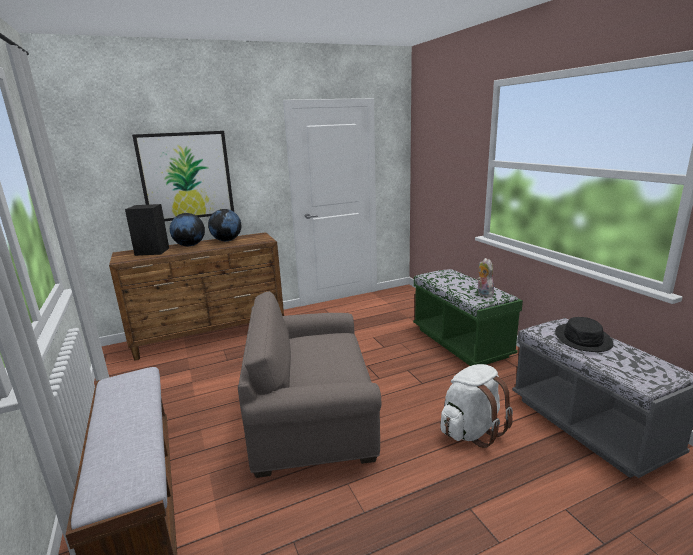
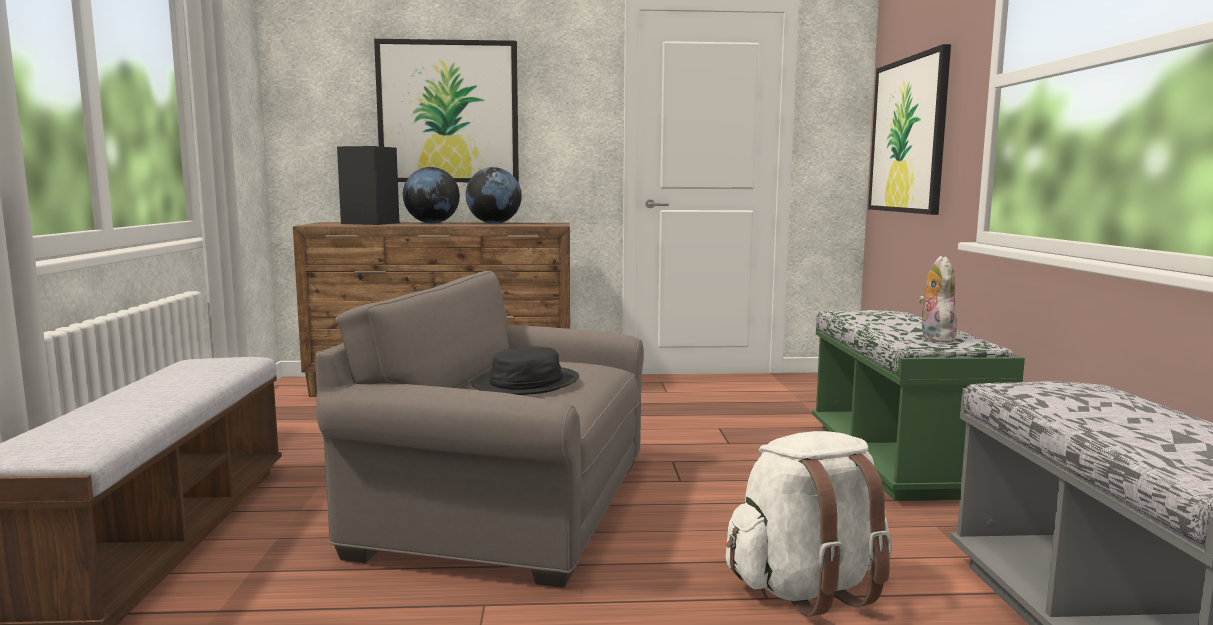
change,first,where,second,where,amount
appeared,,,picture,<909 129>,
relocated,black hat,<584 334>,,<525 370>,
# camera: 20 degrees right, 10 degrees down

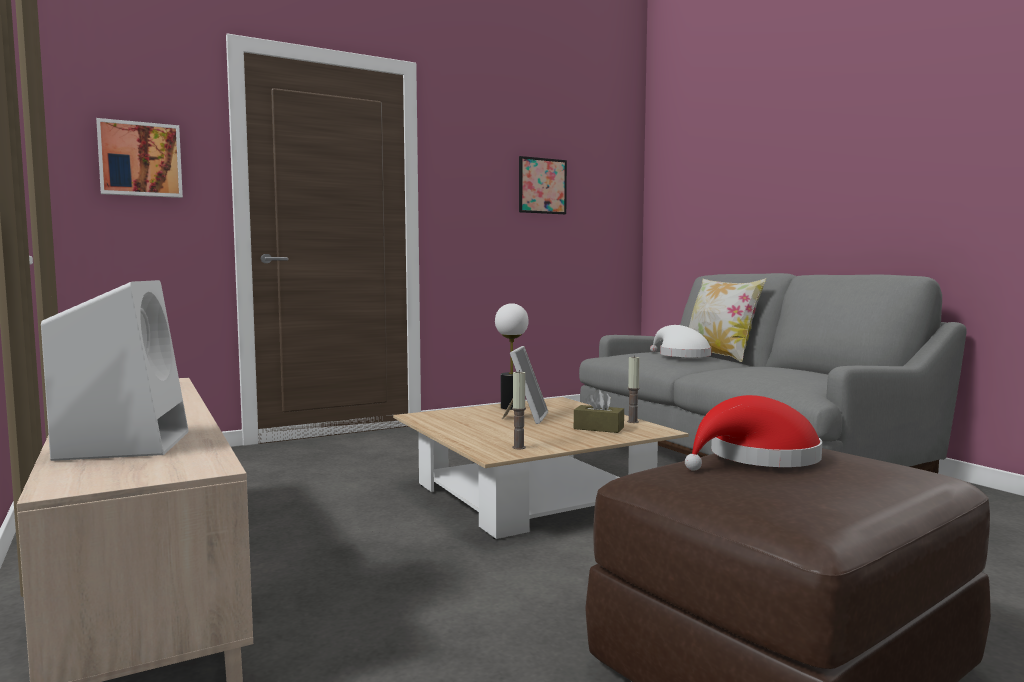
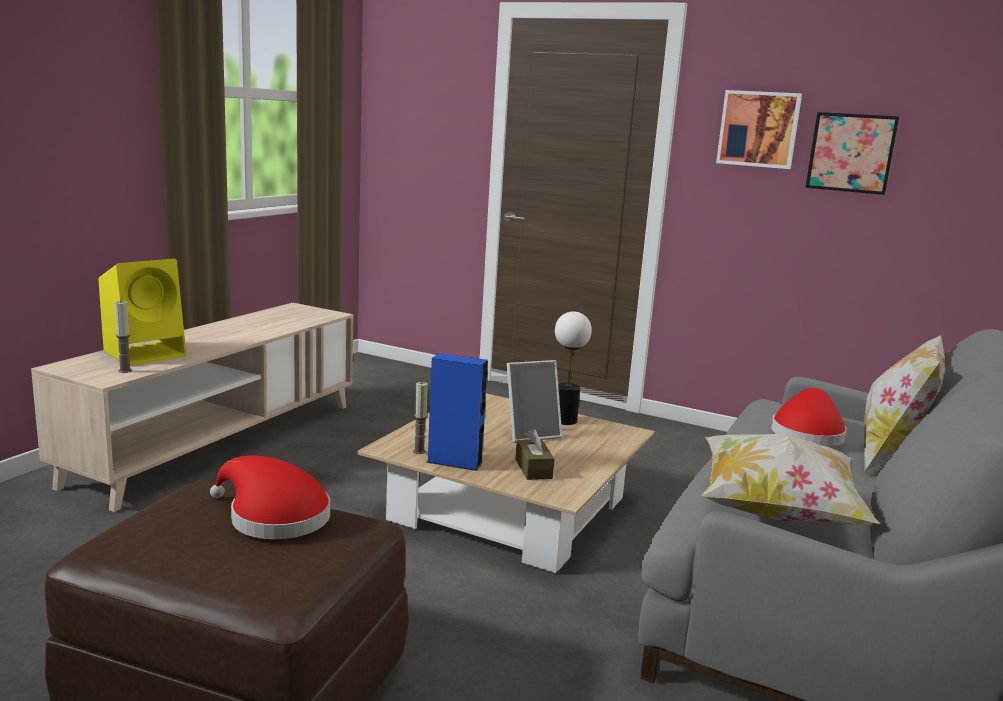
change,first,where,second,where,amount
appeared,,,blue speaker,<457 412>,
appeared,,,pillow,<791 479>,
relocated,picture,<139 158>,,<759 129>,
relocated,candle,<633 389>,,<123 336>,
colour,white speaker,<115 370>,yellow speaker,<142 312>,
colour,white hat,<680 341>,red hat,<809 417>,
# camera: 55 degrees right, 10 degrees up

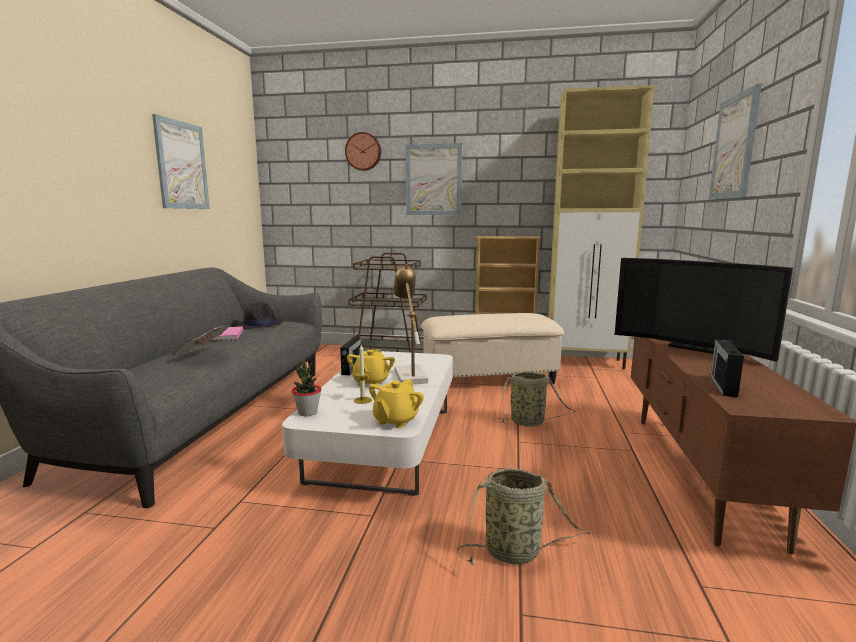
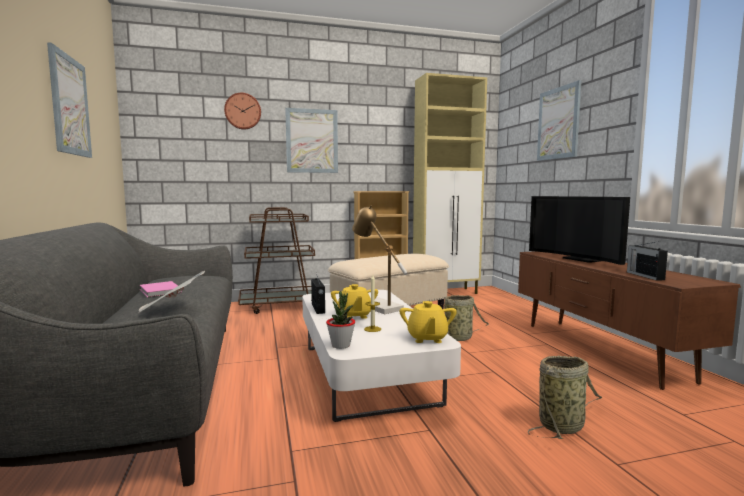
change,first,where,second,where,amount
missing,black hat,<260 315>,,,
spun,television,<704 310>,,<579 230>,45 degrees clockwise
# camera: 25 degrees left, 5 degrees down

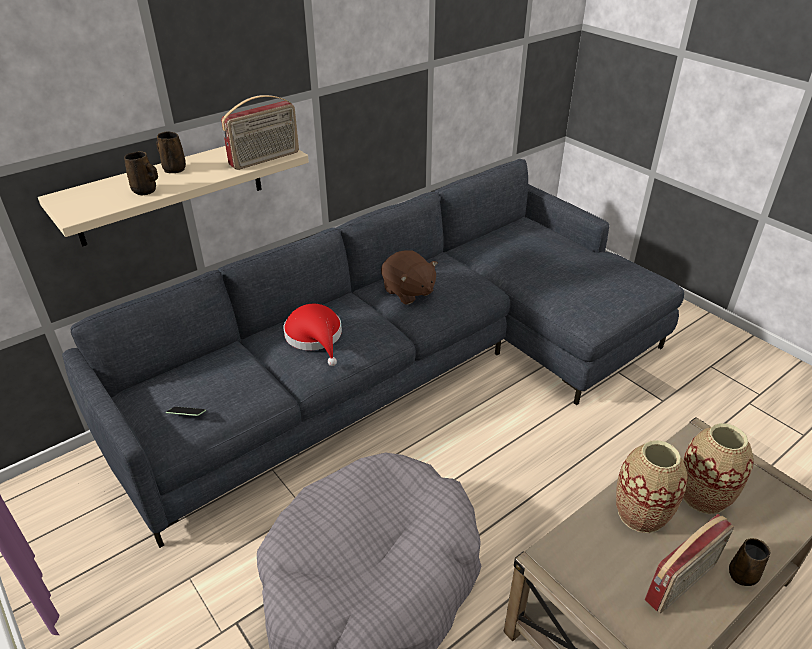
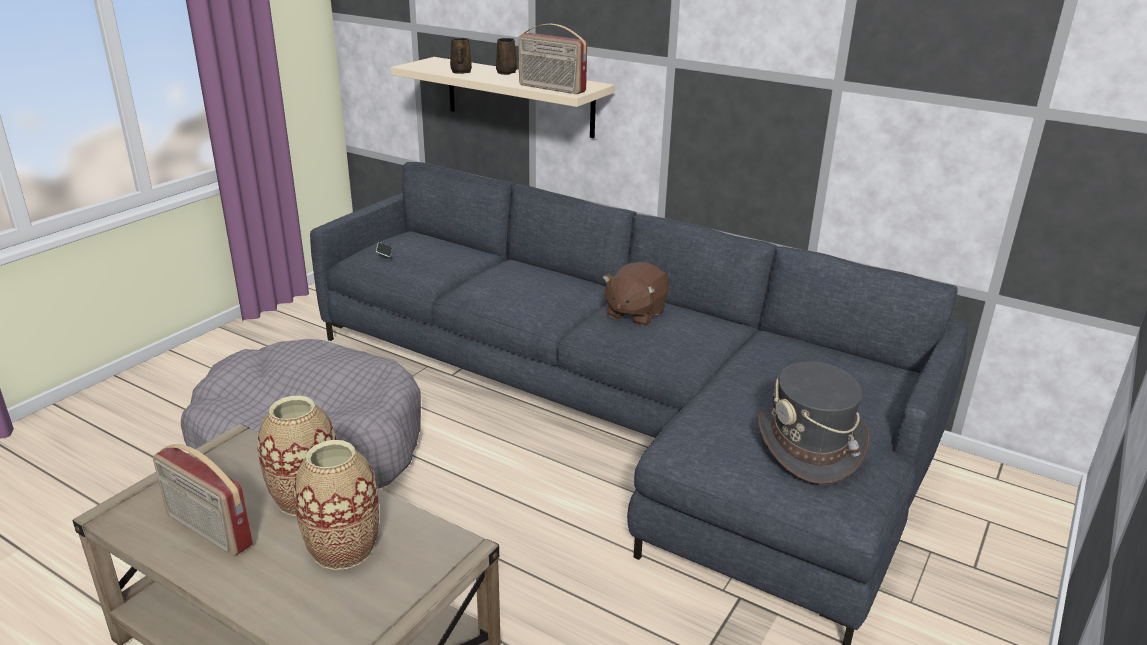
change,first,where,second,where,amount
missing,red hat,<312 335>,,,
missing,brown mug,<749 562>,,,
appeared,,,grey hat,<813 422>,
# camera: 70 degrees right, 10 degrees down

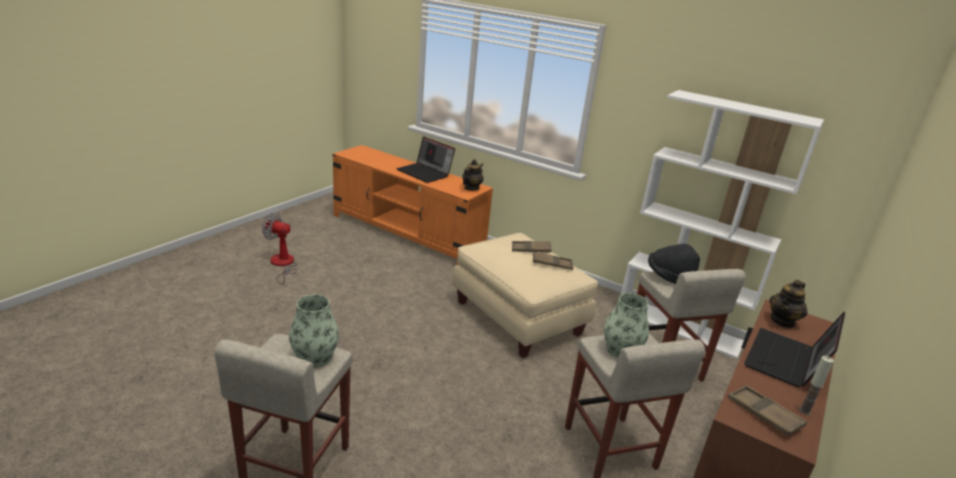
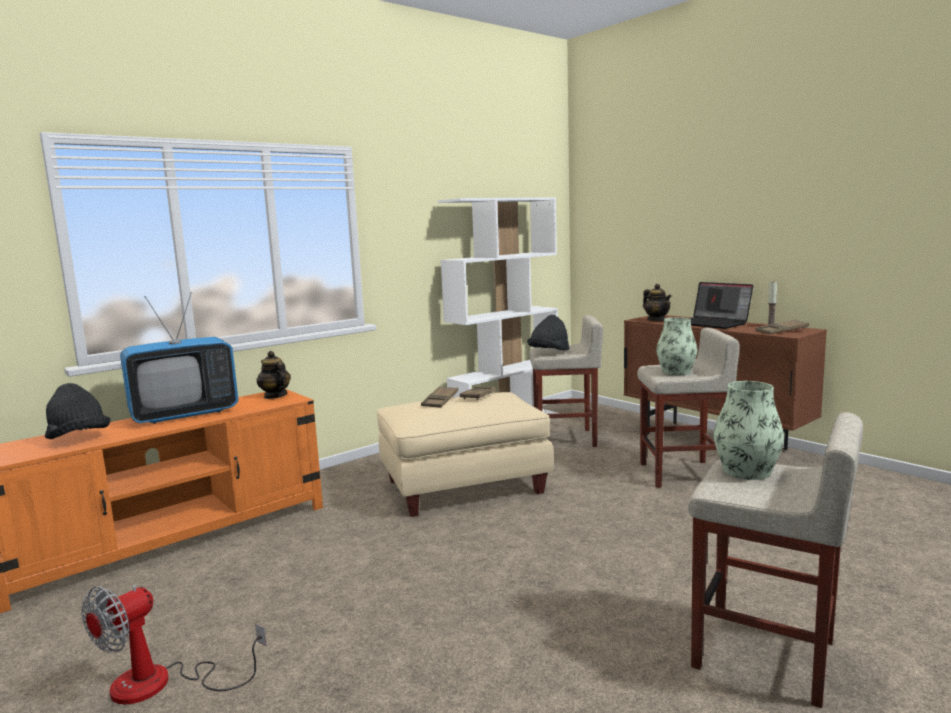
change,first,where,second,where,amount
appeared,,,black hat,<78 411>,
exchanged,laptop,<425 159>,television,<179 358>,
# camera: 70 degrees left, 15 degrees down

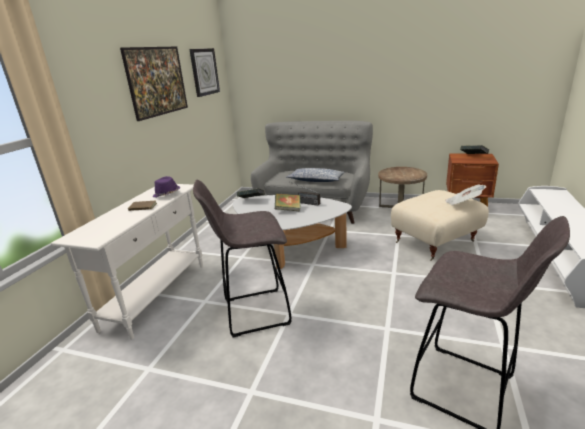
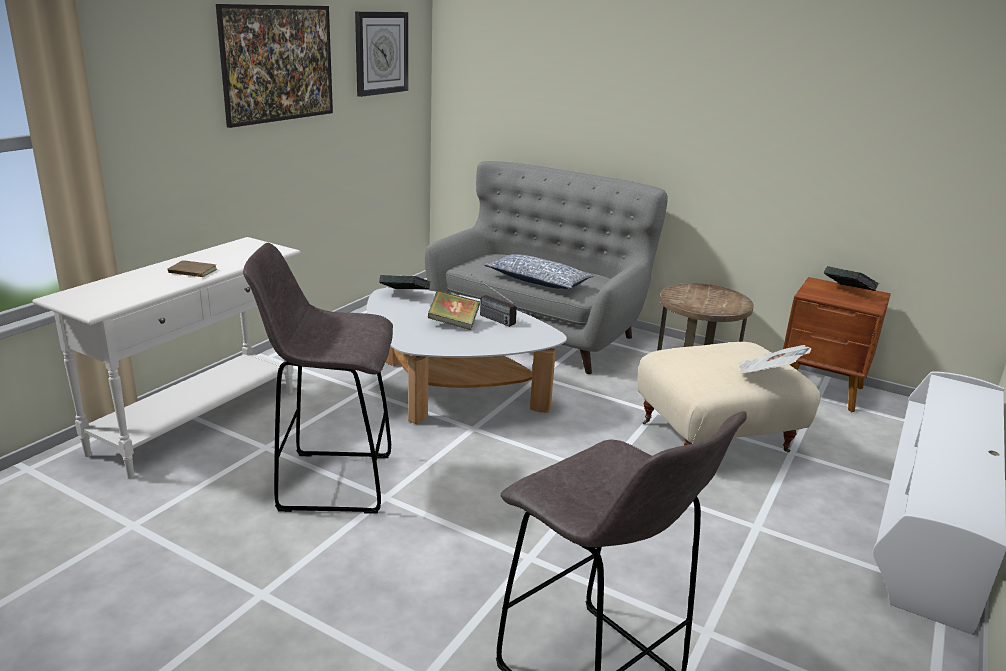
change,first,where,second,where,amount
missing,purple hat,<166 187>,,,
# camera: 10 degrees right, 0 degrees up

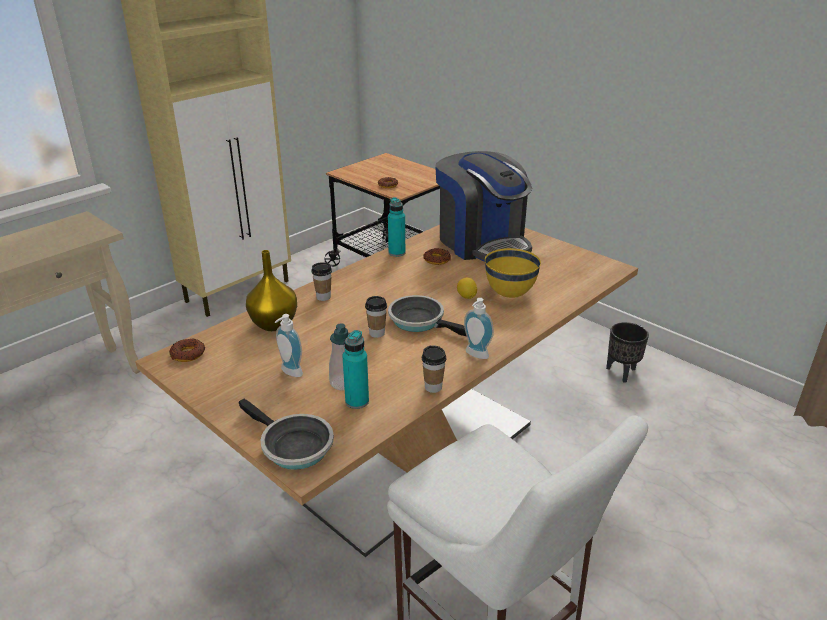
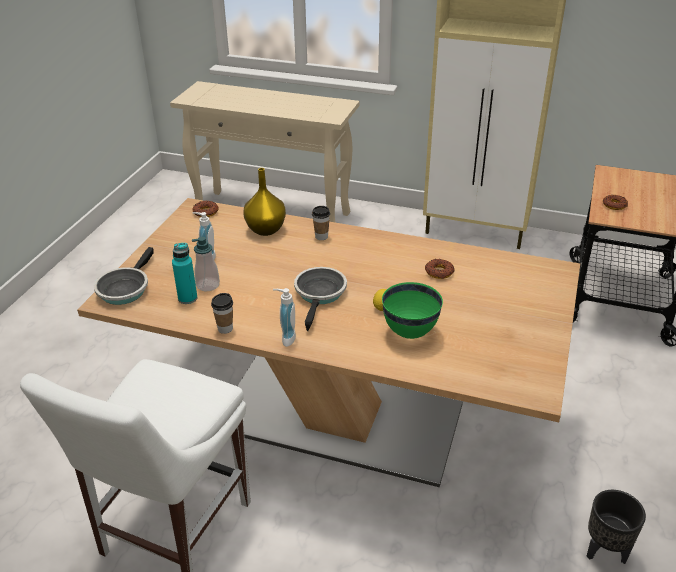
change,first,where,second,where,amount
missing,cup,<376 317>,,,
missing,turquoise bottle,<396 227>,,,
missing,coffee machine,<483 206>,,,
colour,yellow bowl,<513 273>,green bowl,<412 310>,
# camera: 65 degrees right, 5 degrees up

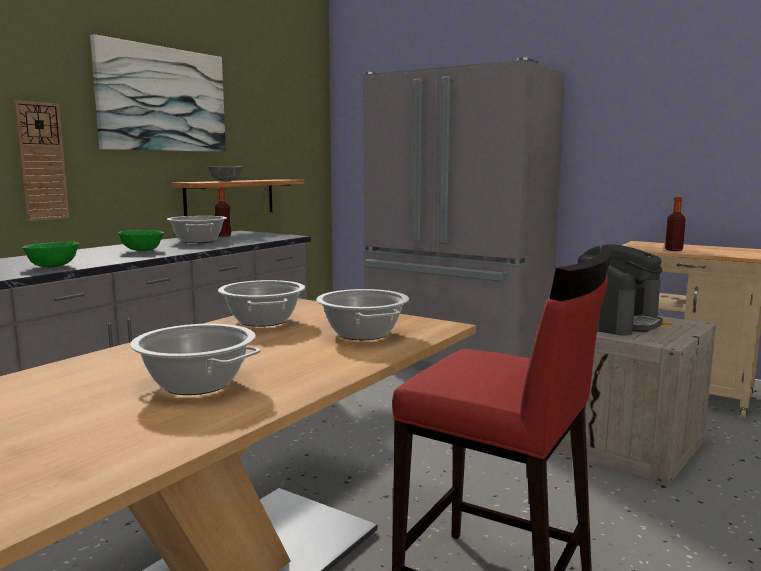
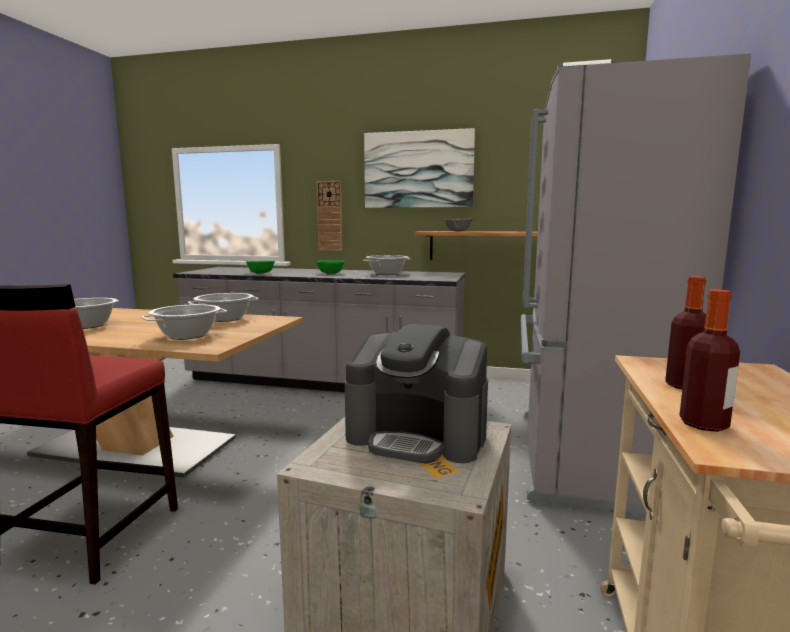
change,first,where,second,where,amount
relocated,bottle,<223 212>,,<709 360>,
# camera: 70 degrees right, 0 degrees up

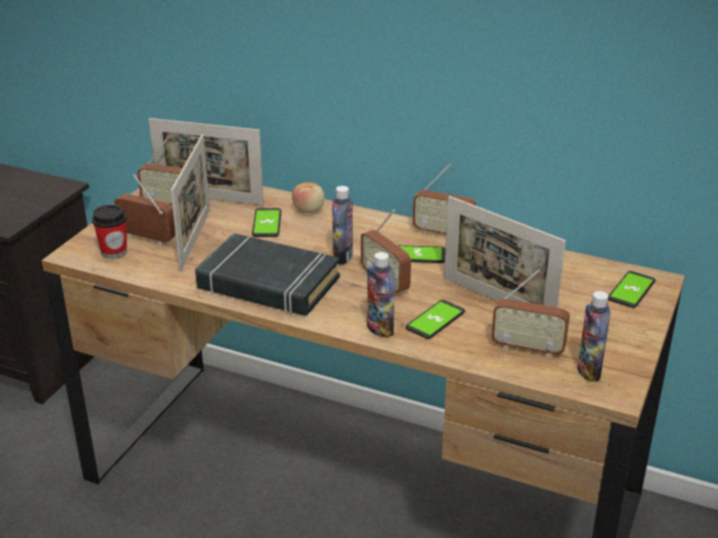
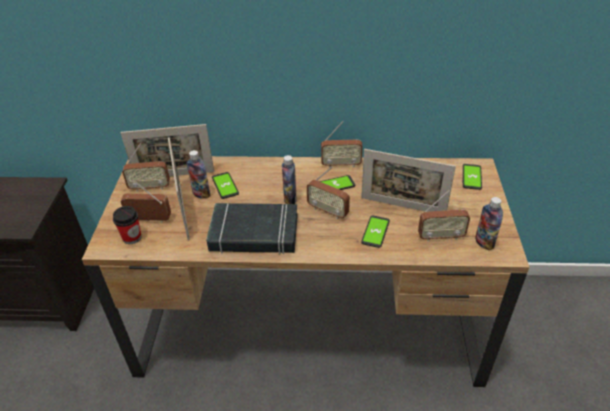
change,first,where,second,where,amount
missing,apple,<308 197>,,,
relocated,bottle,<381 295>,,<198 174>,
# camera: 20 degrees left, 10 degrees up

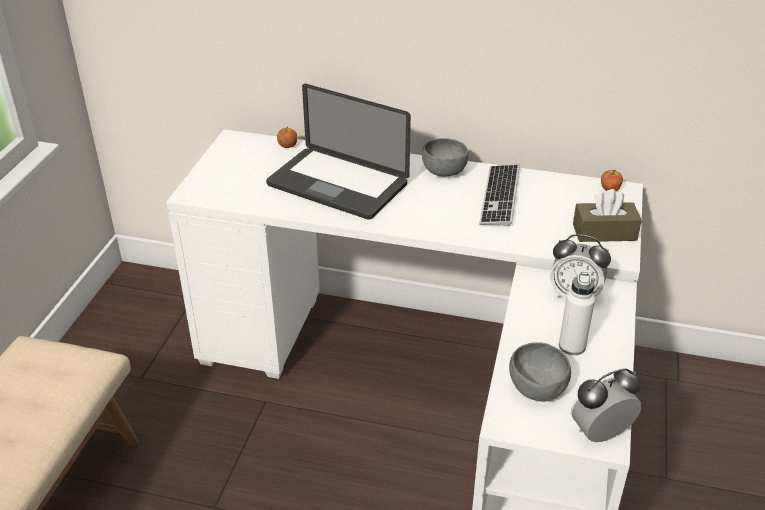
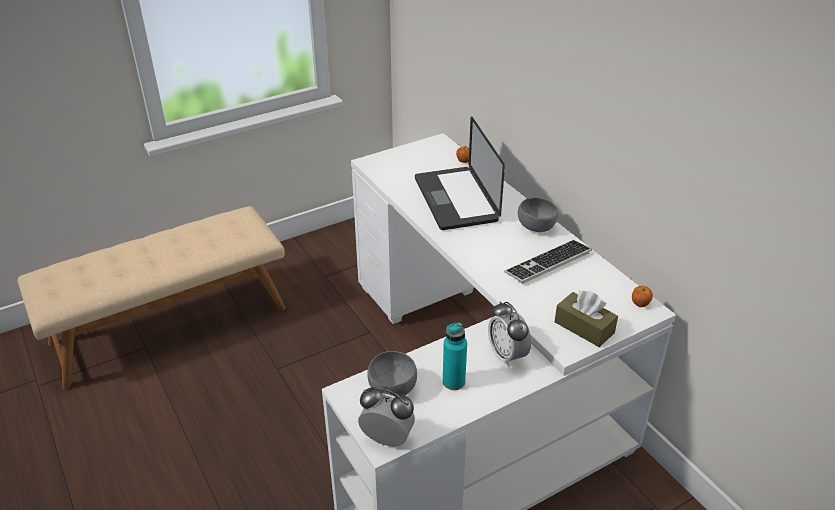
change,first,where,second,where,amount
colour,white bottle,<577 313>,turquoise bottle,<455 356>,
# camera: 45 degrees right, 0 degrees up

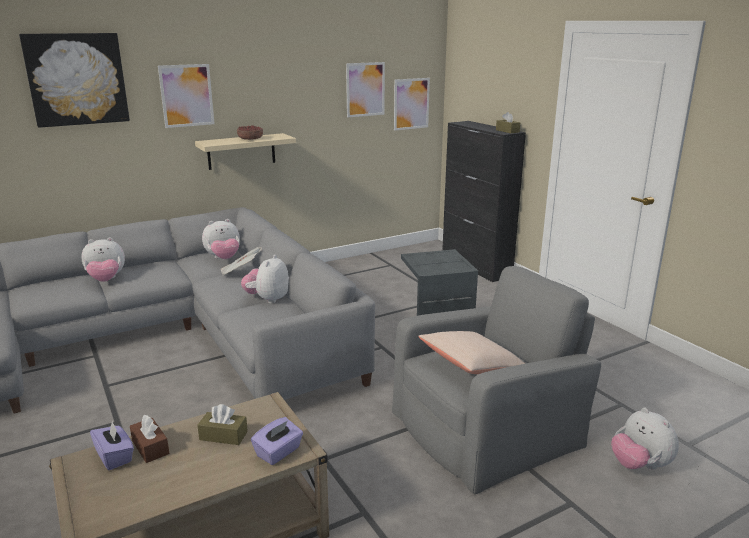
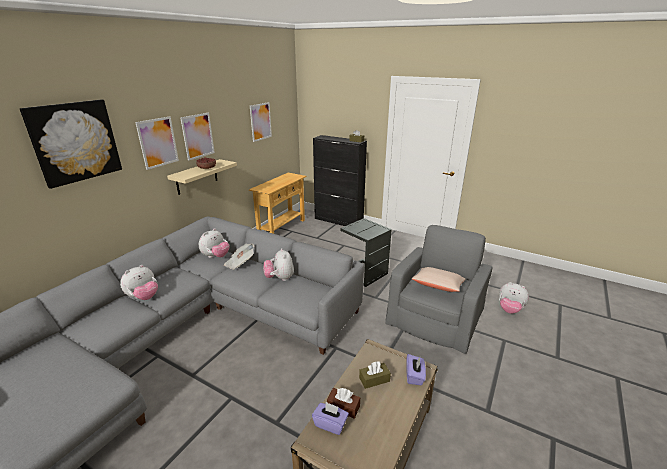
change,first,where,second,where,amount
appeared,,,beige console table,<277 203>,
relocated,picture,<412 104>,,<197 137>,
# camera: 30 degrees left, 5 degrees up

